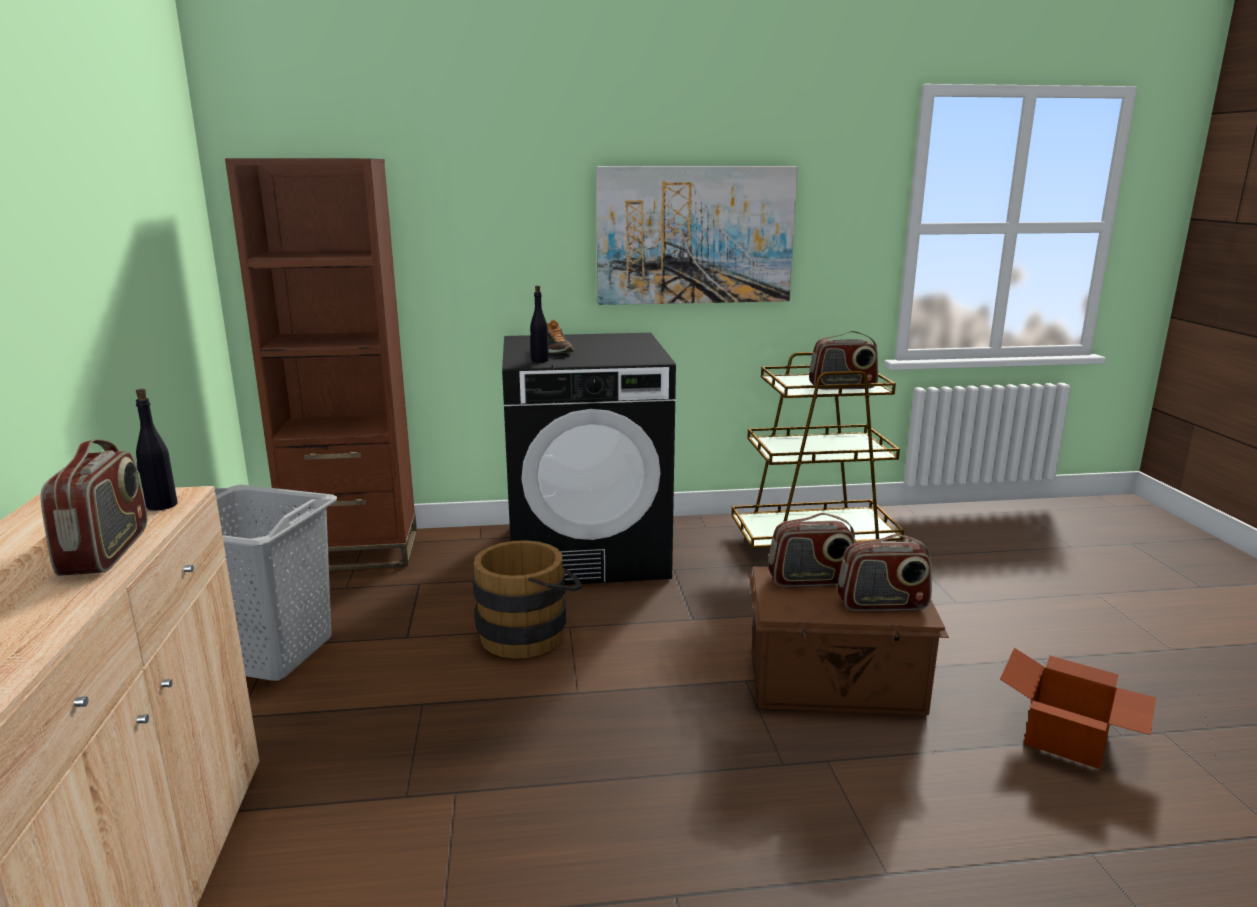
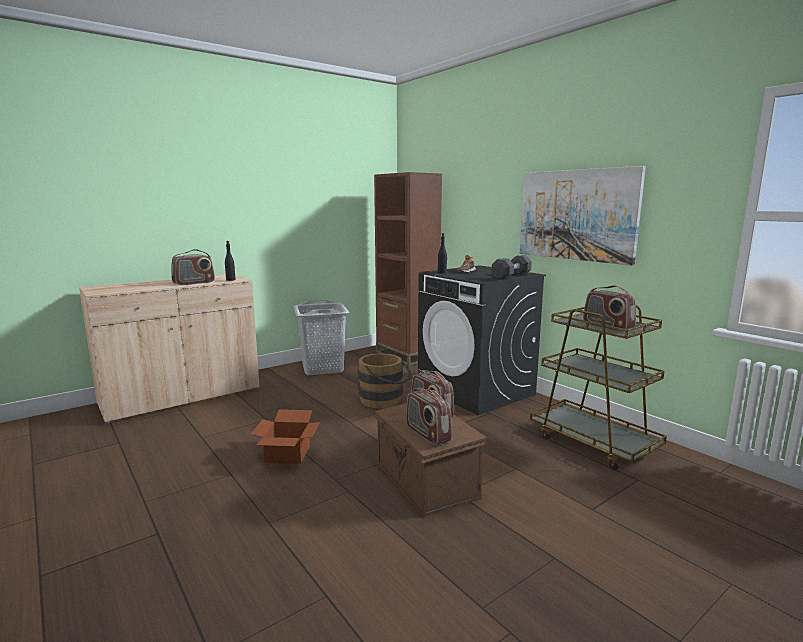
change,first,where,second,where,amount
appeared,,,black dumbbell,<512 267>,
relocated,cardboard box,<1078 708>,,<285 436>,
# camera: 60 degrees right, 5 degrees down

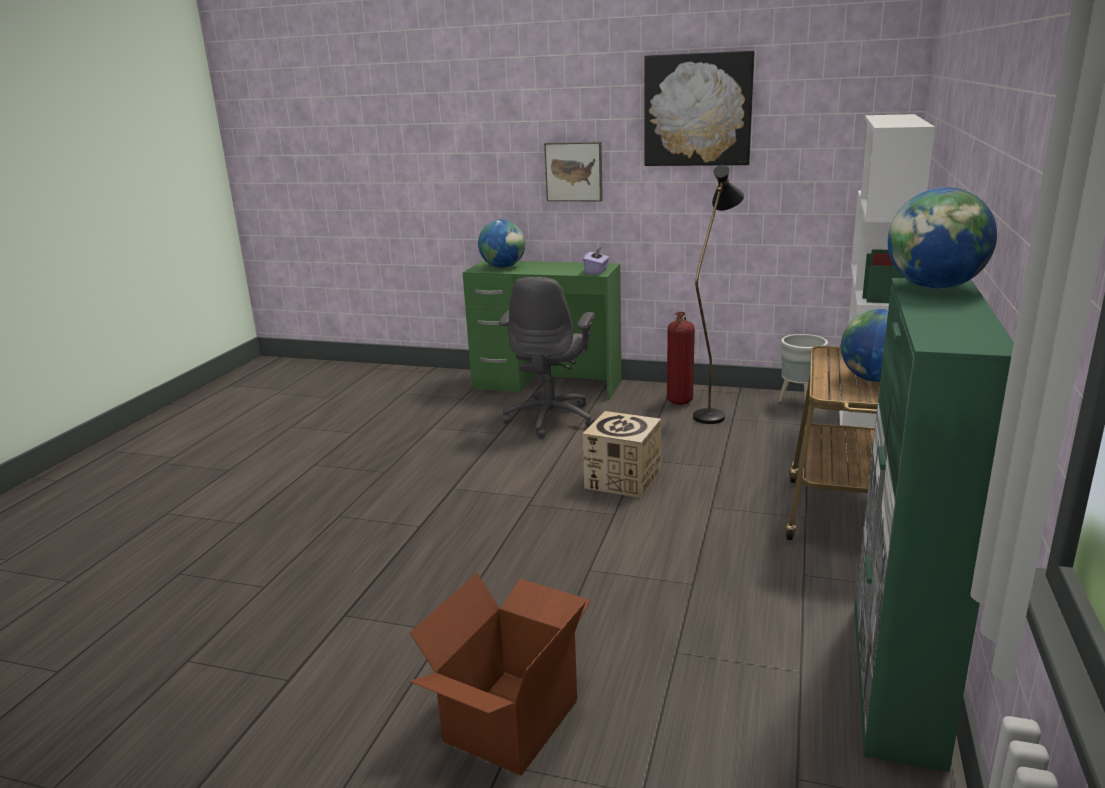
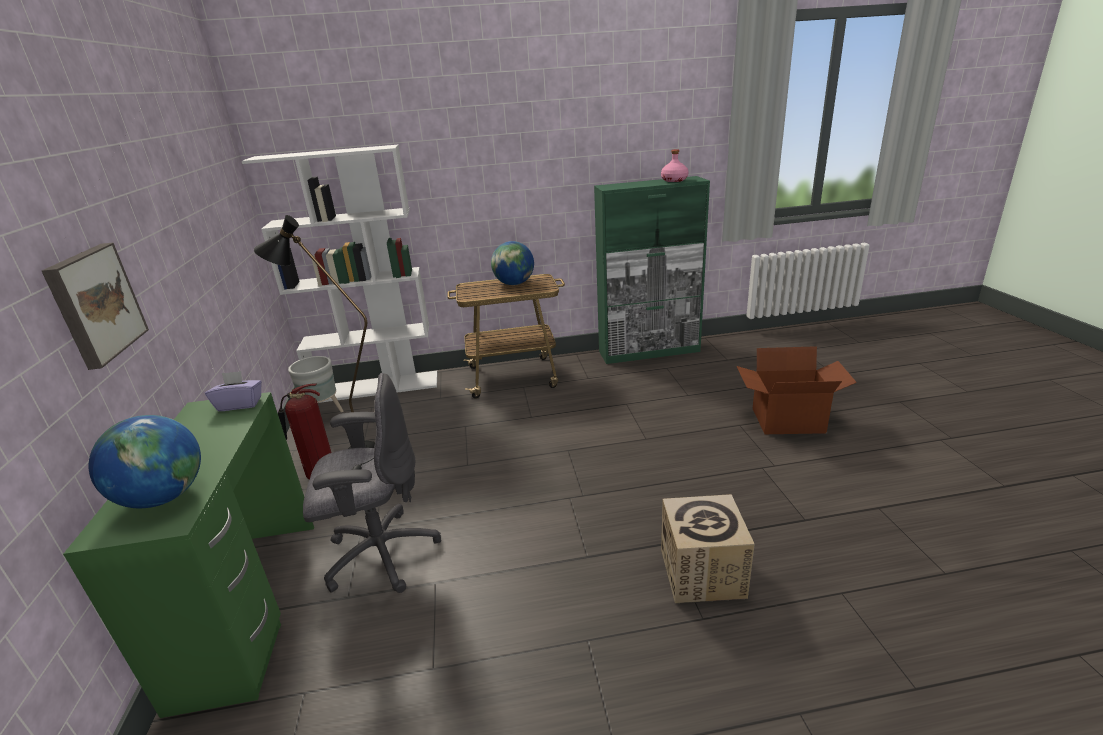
change,first,where,second,where,amount
missing,picture,<699 108>,,,
missing,globe,<942 238>,,,
appeared,,,pink bottle,<675 165>,
relocated,cardboard box,<622 454>,,<708 548>,
# camera: 115 degrees left, 5 degrees up

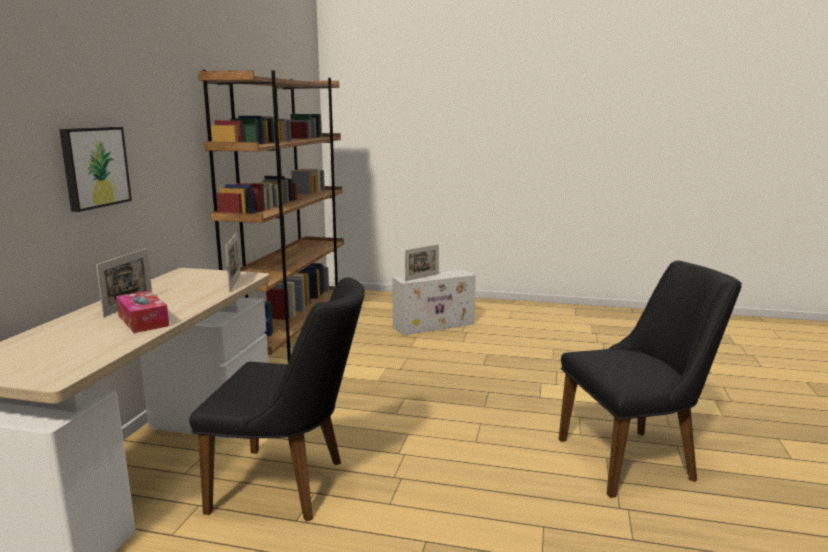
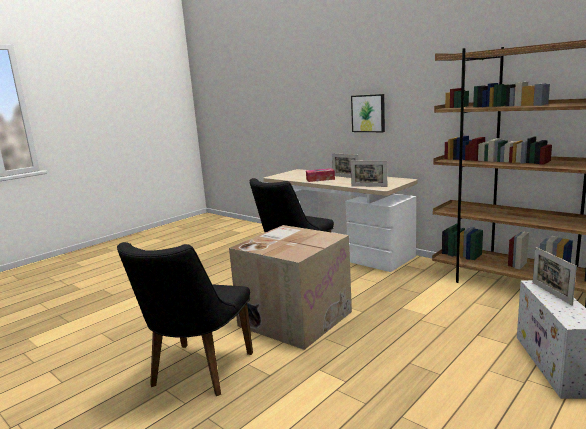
change,first,where,second,where,amount
appeared,,,cardboard box,<290 287>,
# camera: 120 degrees right, 0 degrees up

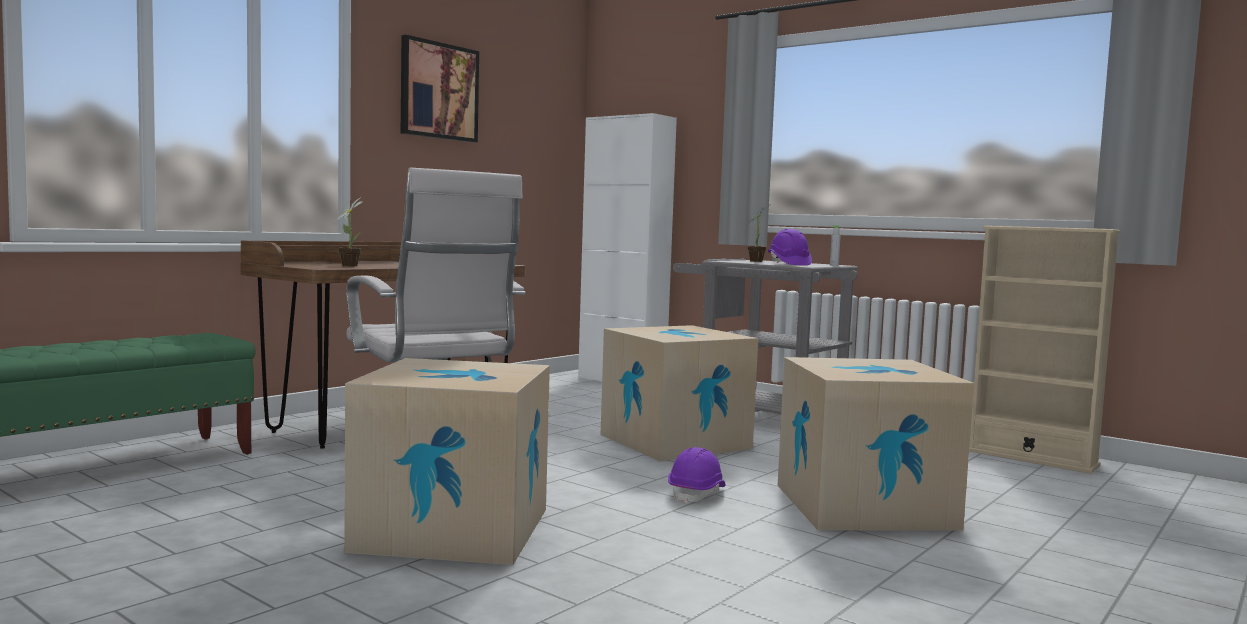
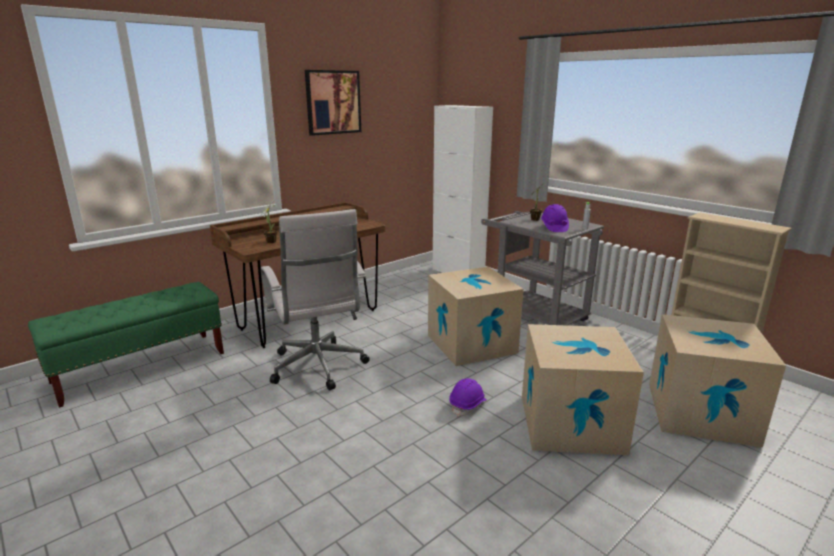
change,first,where,second,where,amount
relocated,cardboard box,<447 461>,,<717 381>,
# camera: 10 degrees right, 15 degrees up

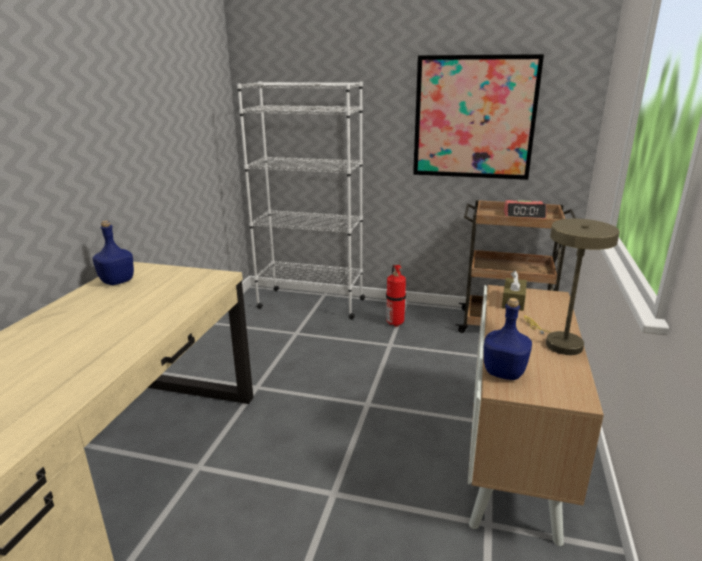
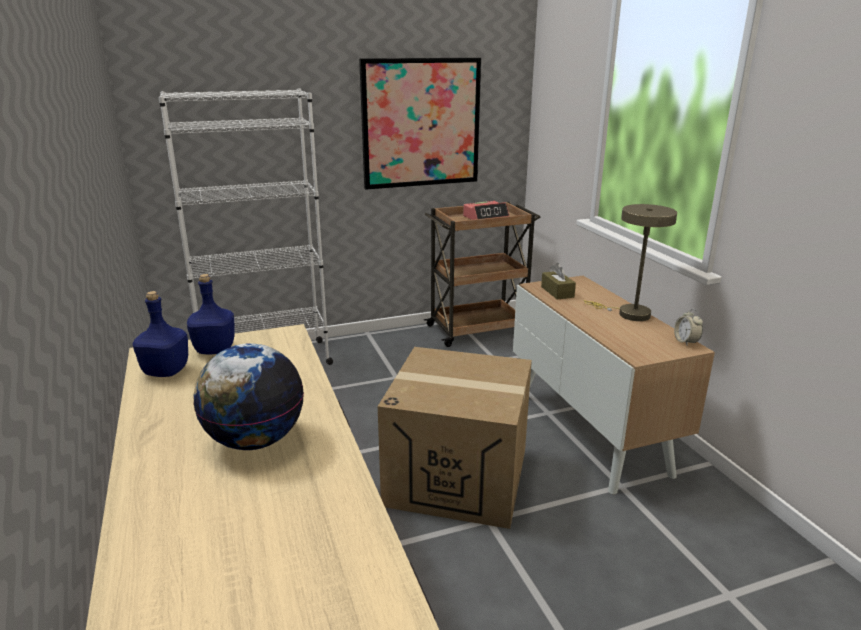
change,first,where,second,where,amount
missing,fire extinguisher,<396 295>,,,
appeared,,,globe,<248 396>,
appeared,,,cardboard box,<455 438>,
appeared,,,alarm clock,<688 327>,
relocated,blue bottle,<508 339>,,<211 314>,
# camera: 35 degrees left, 0 degrees up

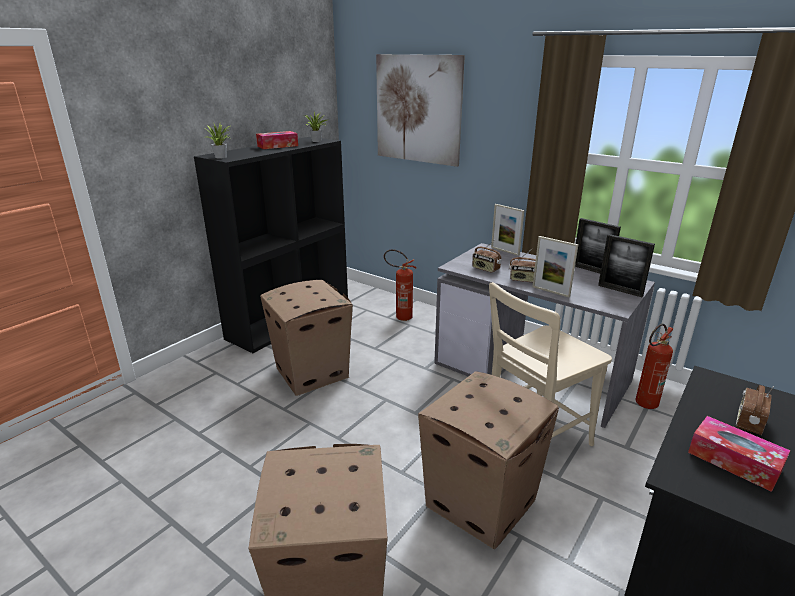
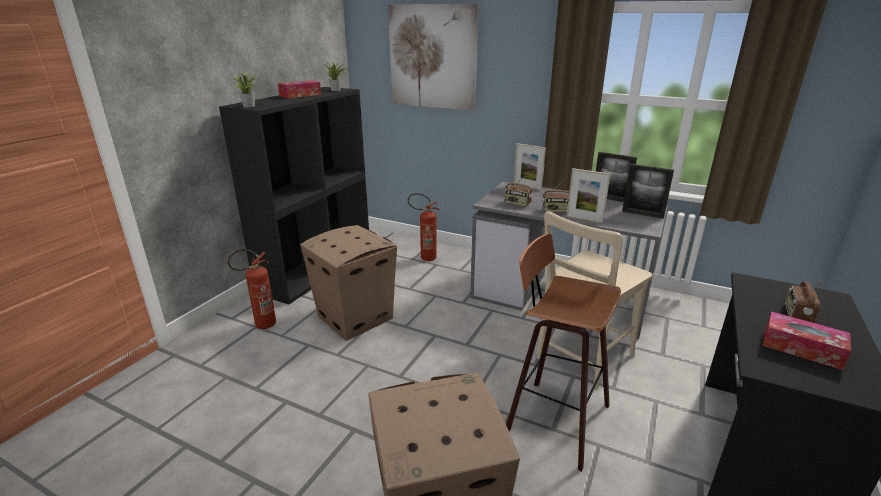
change,first,where,second,where,amount
relocated,fire extinguisher,<654 366>,,<251 289>,
exchanged,cardboard box,<488 460>,stool,<563 352>,
# camera: 10 degrees left, 0 degrees up

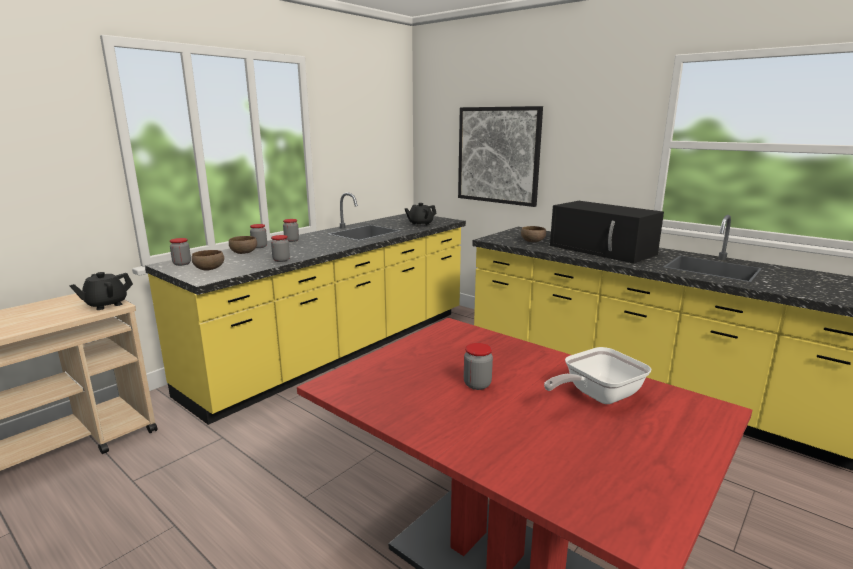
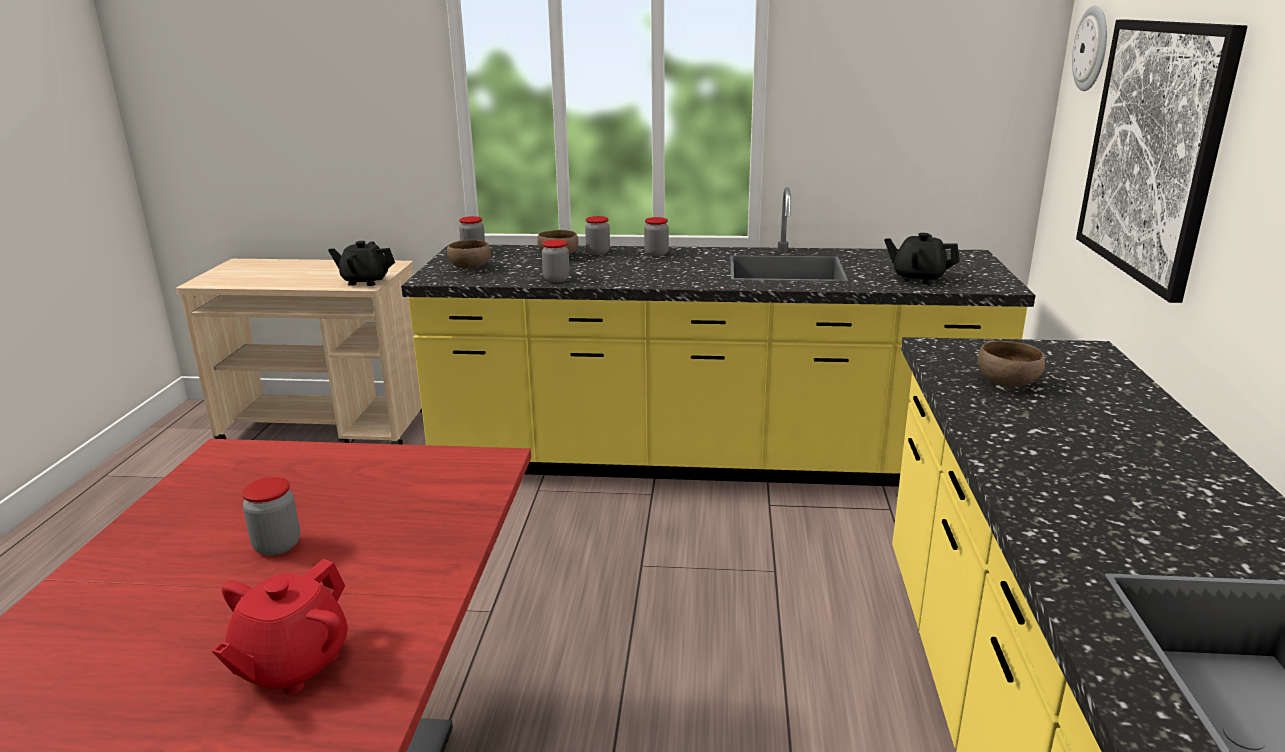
change,first,where,second,where,amount
missing,black microwave,<607 232>,,,
appeared,,,wall clock,<1089 48>,
exchanged,frying pan,<597 375>,red teapot,<280 626>,
# camera: 55 degrees right, 5 degrees up

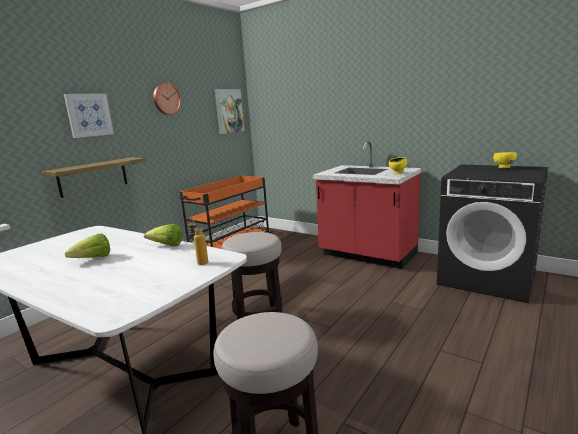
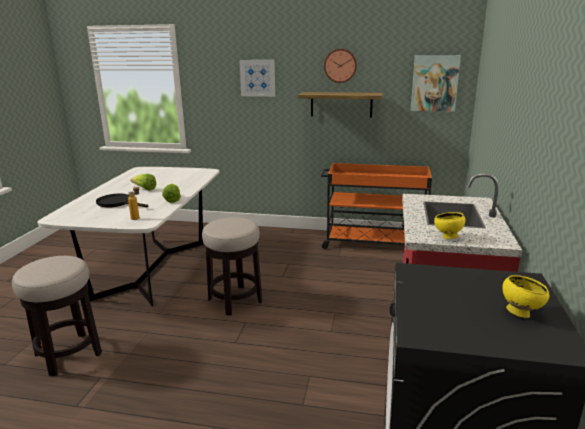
change,first,where,second,where,amount
appeared,,,black frying pan,<122 201>,
relocated,shelf,<94 178>,,<340 105>,
# camera: 65 degrees right, 5 degrees up

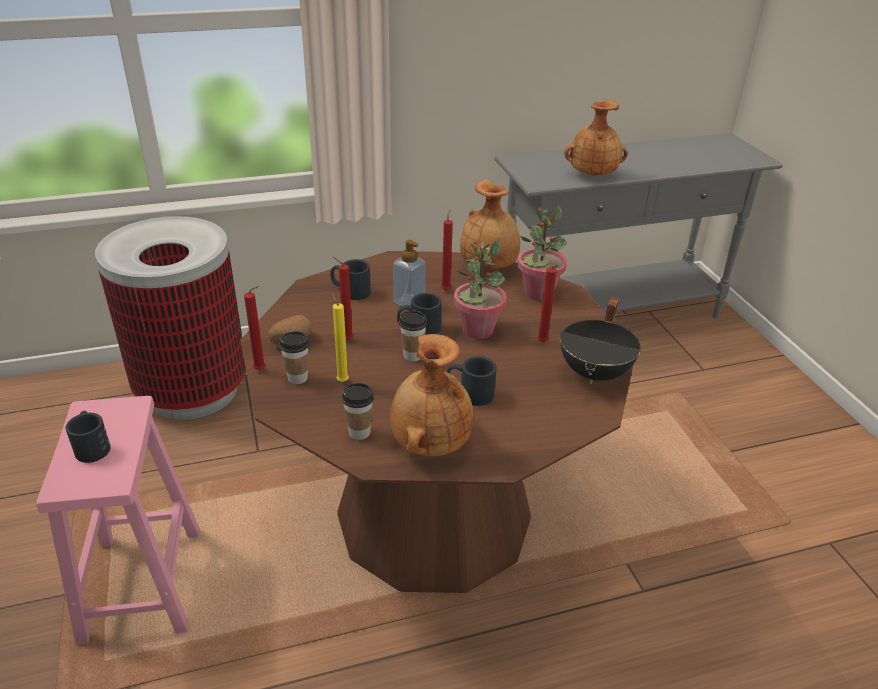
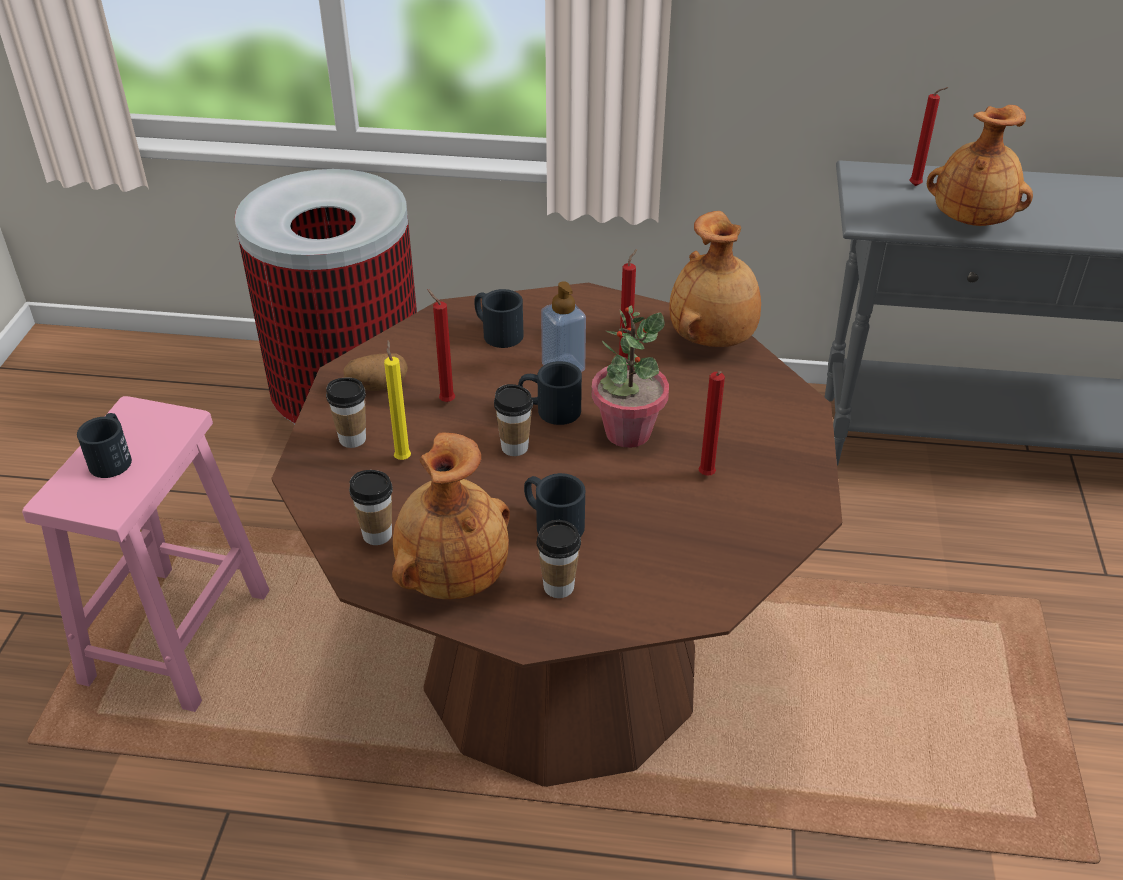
change,first,where,second,where,amount
missing,potted plant,<542 253>,,,
missing,black cooking pot,<600 340>,,,
appeared,,,cup,<558 559>,
relocated,red candle,<255 327>,,<929 136>,
# camera: 25 degrees right, 5 degrees up

